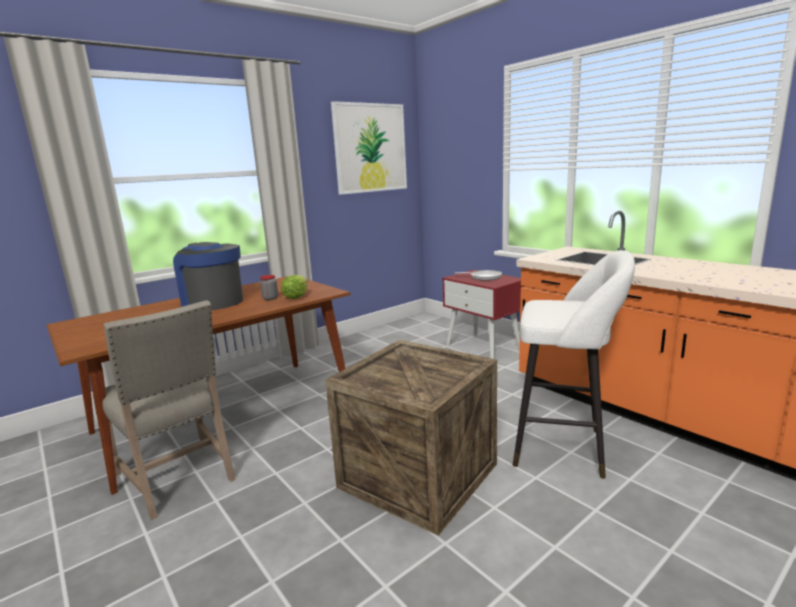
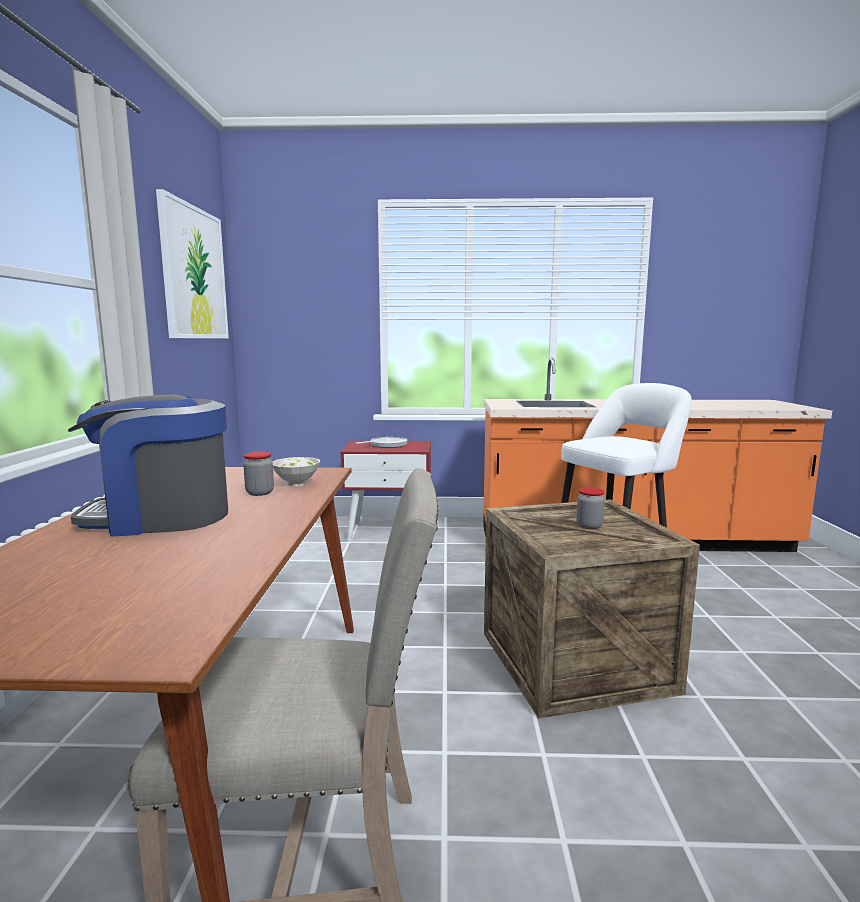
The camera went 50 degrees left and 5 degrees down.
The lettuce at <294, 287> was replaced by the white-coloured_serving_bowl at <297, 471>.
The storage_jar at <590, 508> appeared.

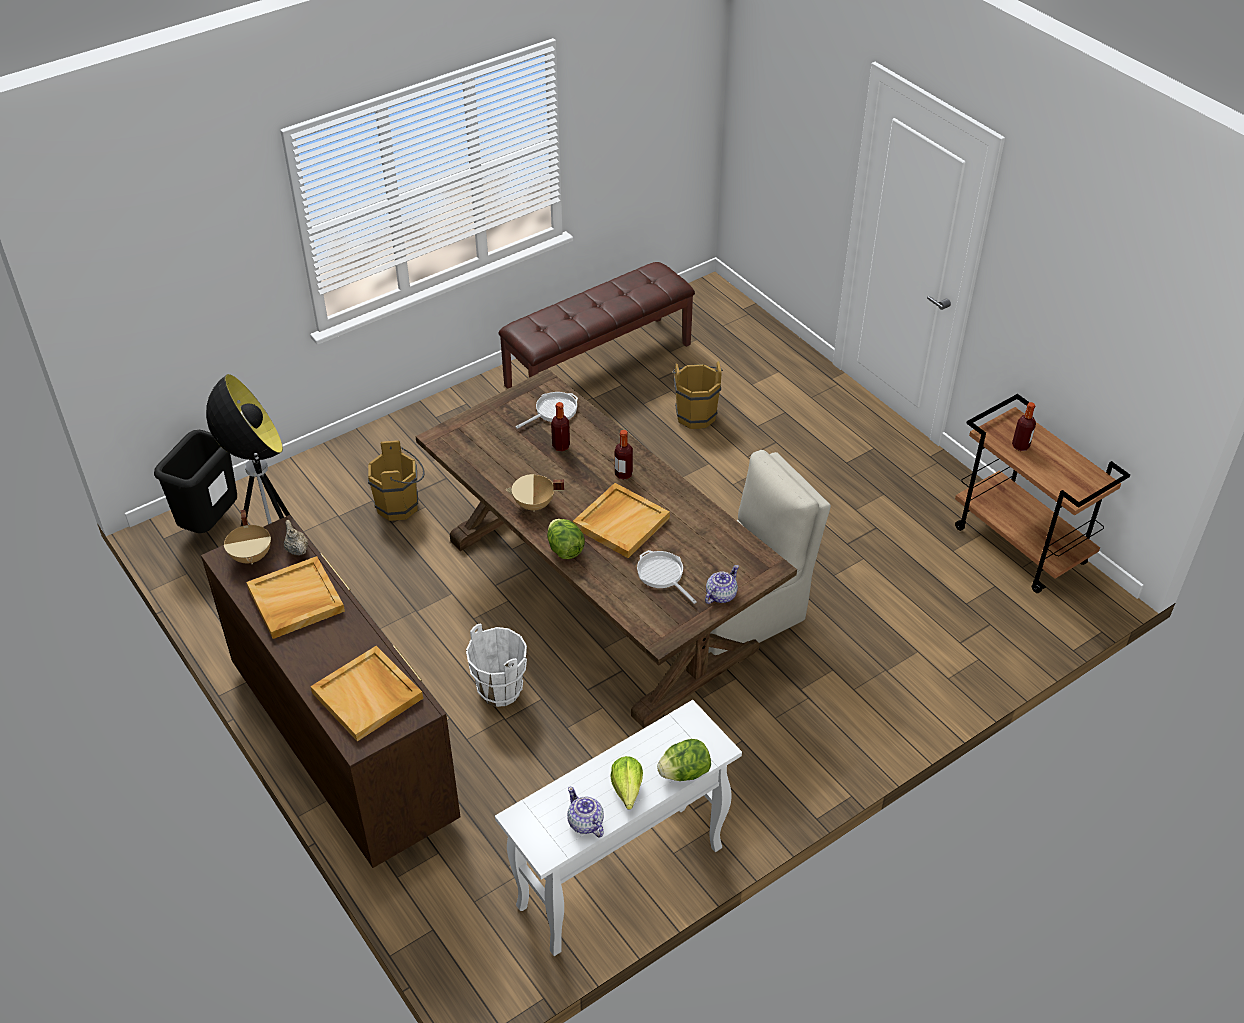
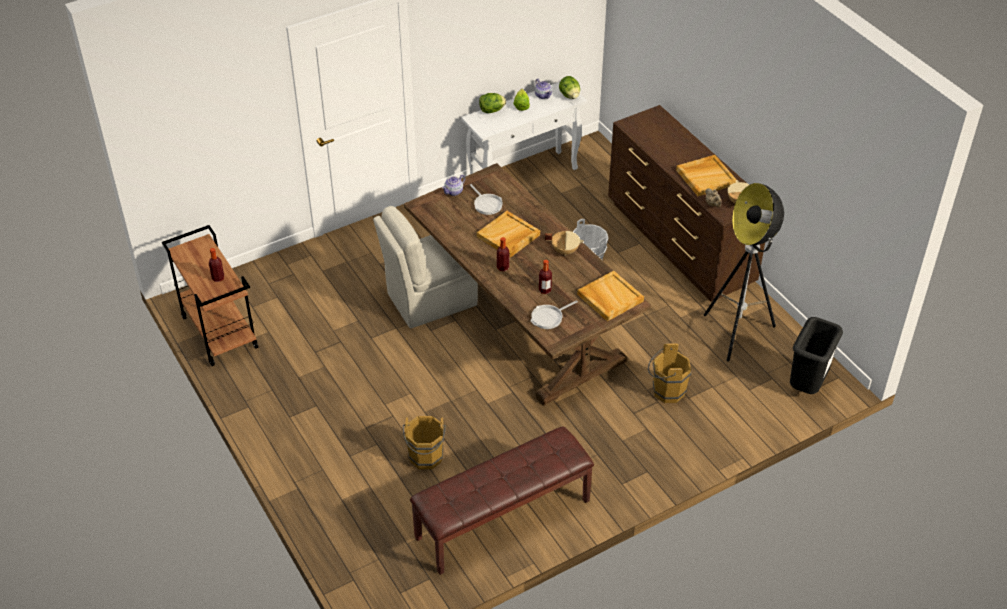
The camera went 175 degrees left and 0 degrees up.
The beige-coloured_carrying_tray moved from <367, 693> to <610, 296>.
The lettuce moved from <566, 539> to <569, 87>.

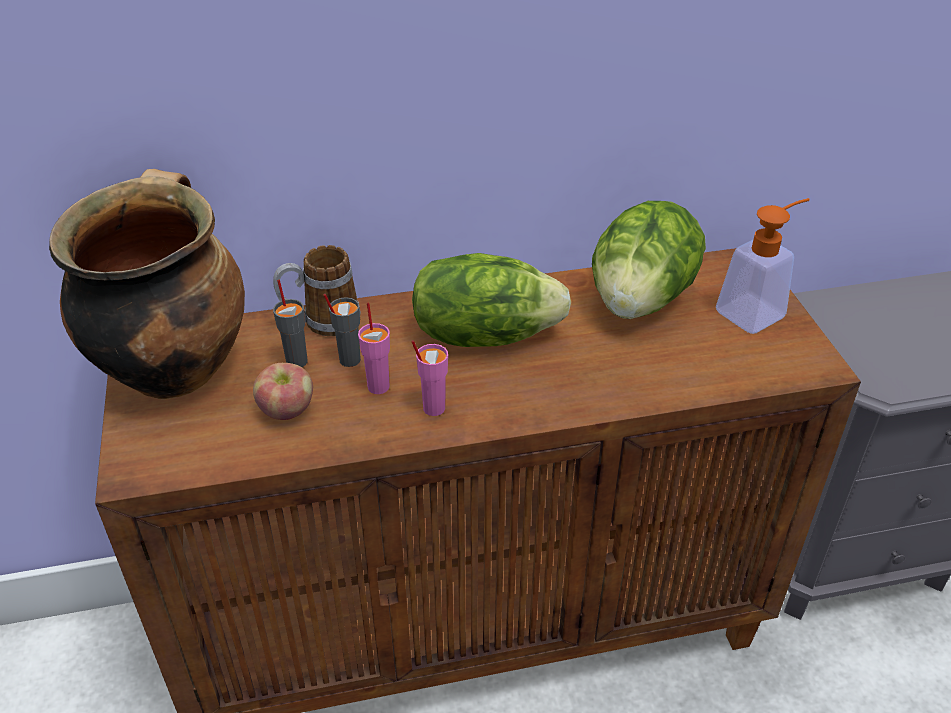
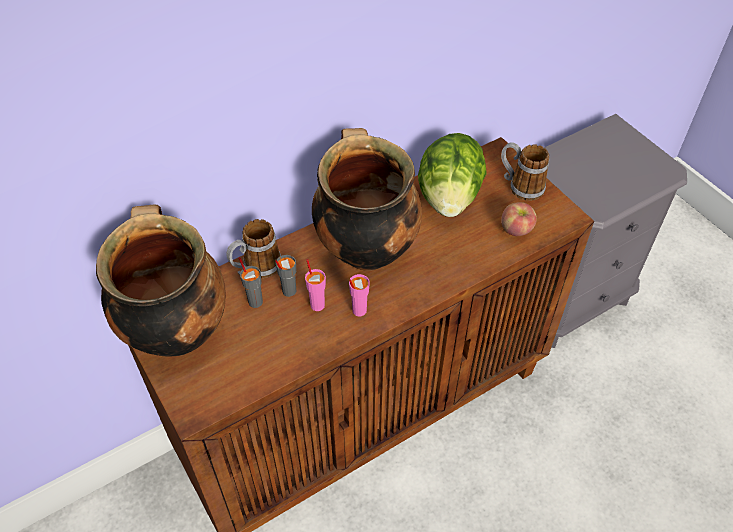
The camera went 20 degrees left and 10 degrees up.
The apple_fruit moved from <283, 391> to <519, 219>.
The lettuce at <491, 300> was replaced by the cooking_pot at <367, 199>.
The soap_dispenser at <763, 266> was replaced by the coffee_mug at <525, 171>.

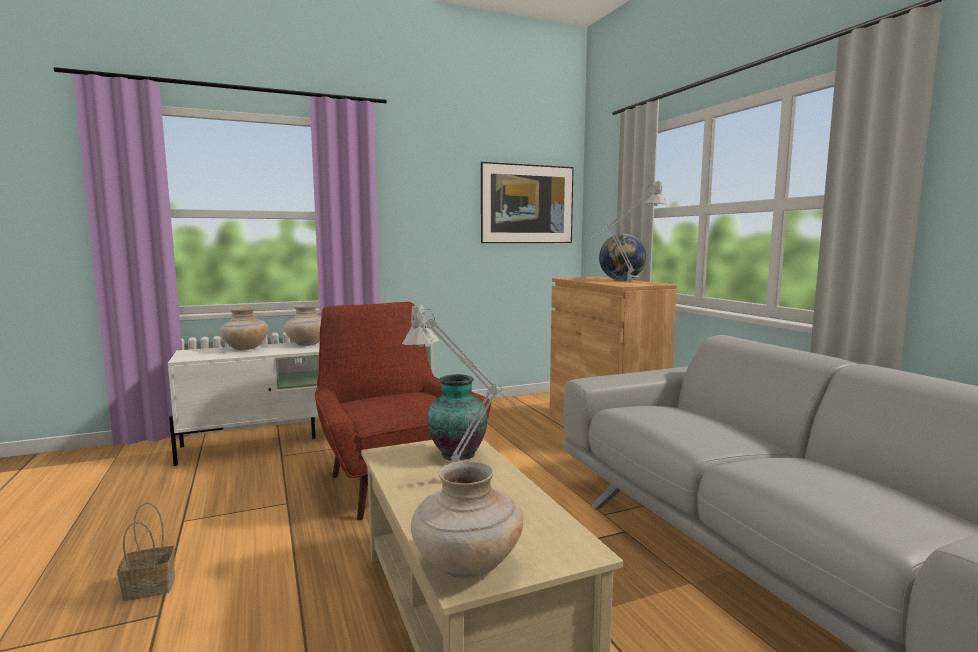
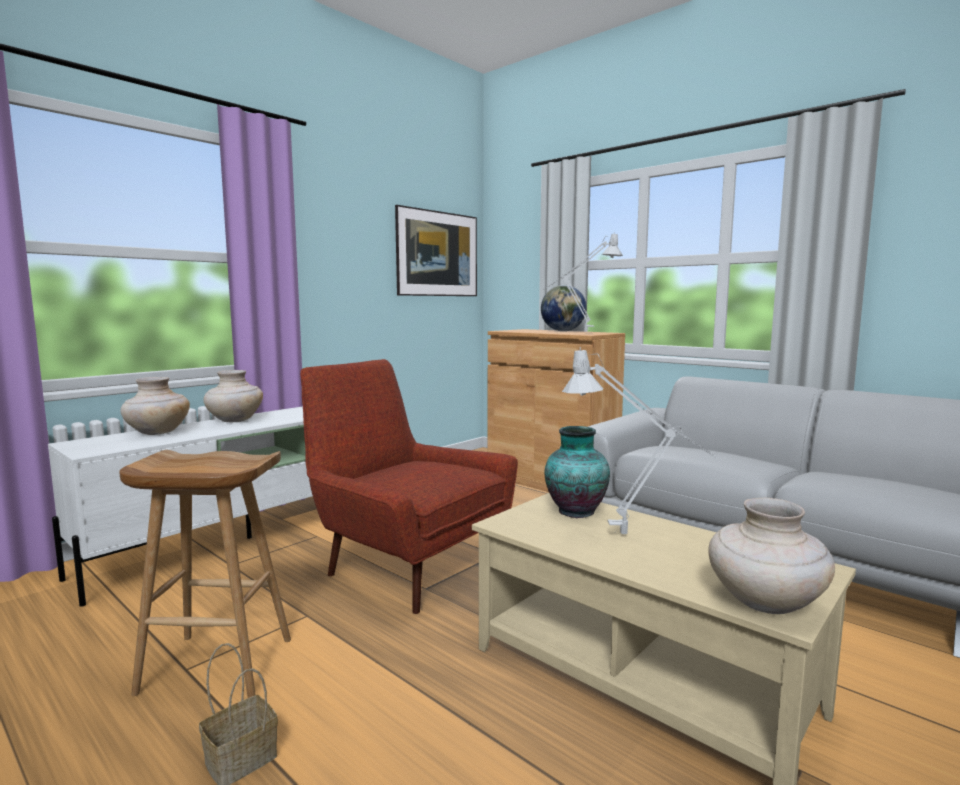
The camera went 25 degrees left and 0 degrees up.
The brown_stool_seat at <205, 574> appeared.

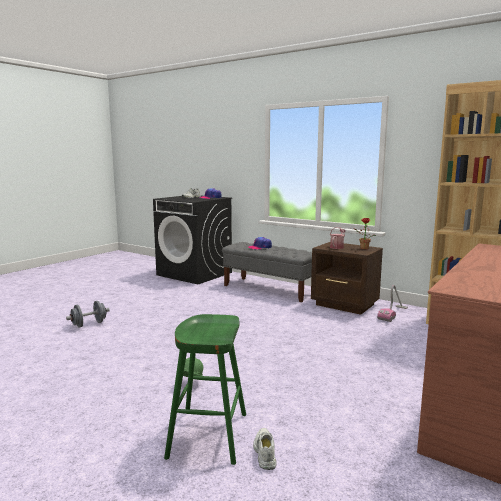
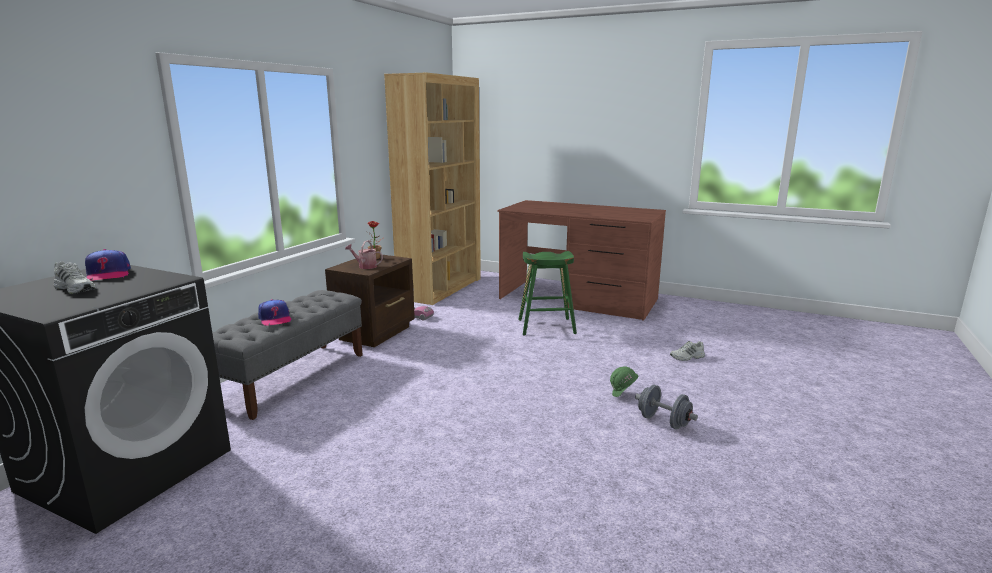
The camera went 100 degrees left and 5 degrees up.
The gray_dumbbell moved from <88, 314> to <666, 407>.
The green-coloured_stool_seat moved from <205, 389> to <547, 293>.

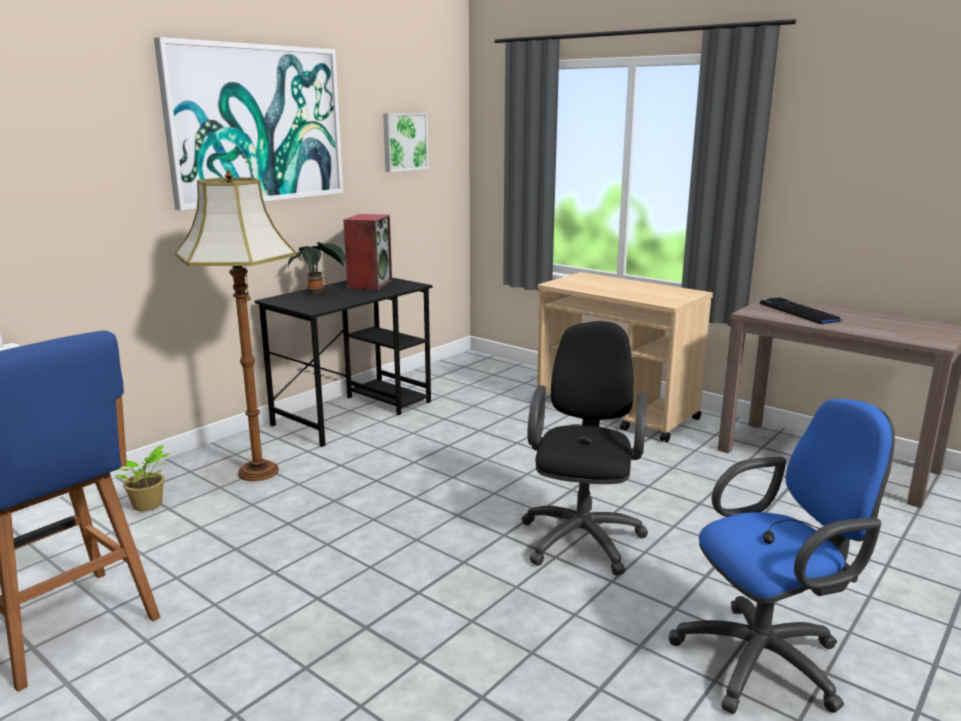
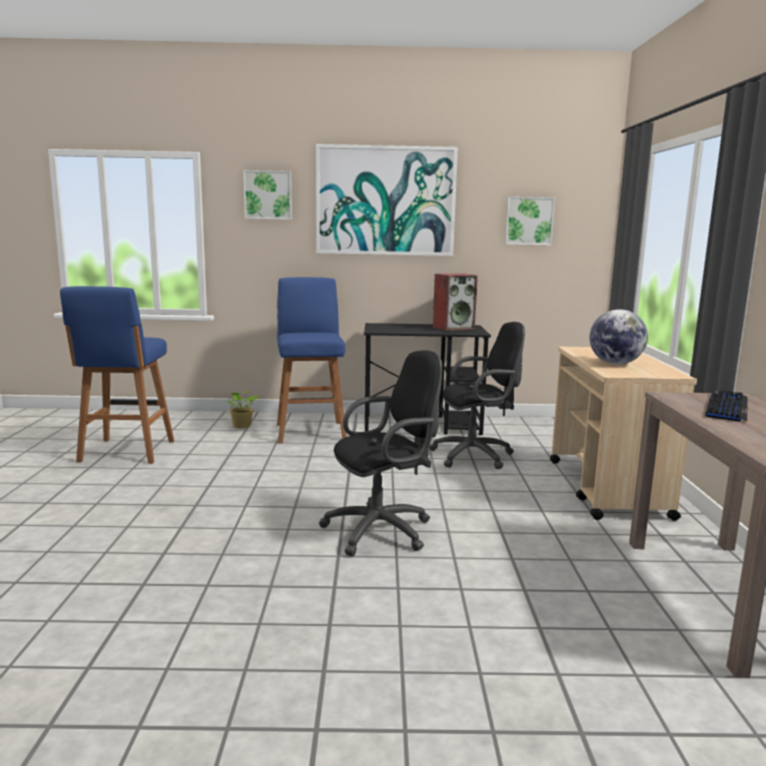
The camera went 50 degrees right and 5 degrees down.
The standing_lamp at <235, 325> was replaced by the blue-coloured_stool_seat at <312, 360>.
The plant_in_a_pot at <316, 268> disappeared.
The blue-coloured_office_chair at <781, 556> disappeared.
The wall_picture at <267, 195> appeared.
The blackish_office_chair at <477, 395> appeared.
The globe at <618, 337> appeared.

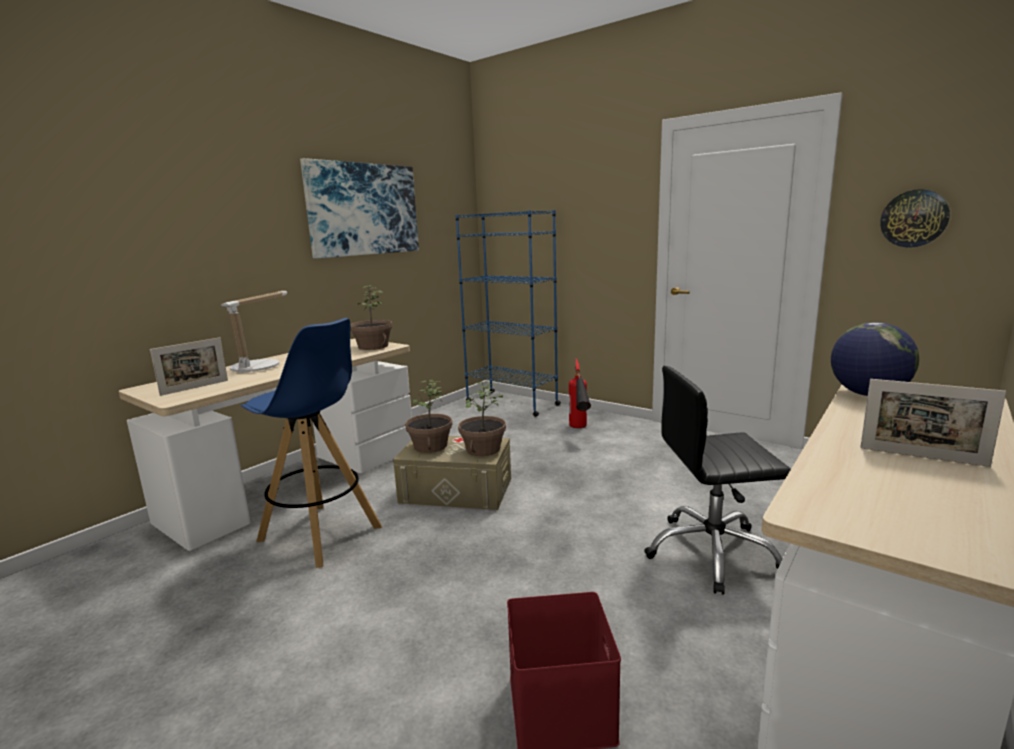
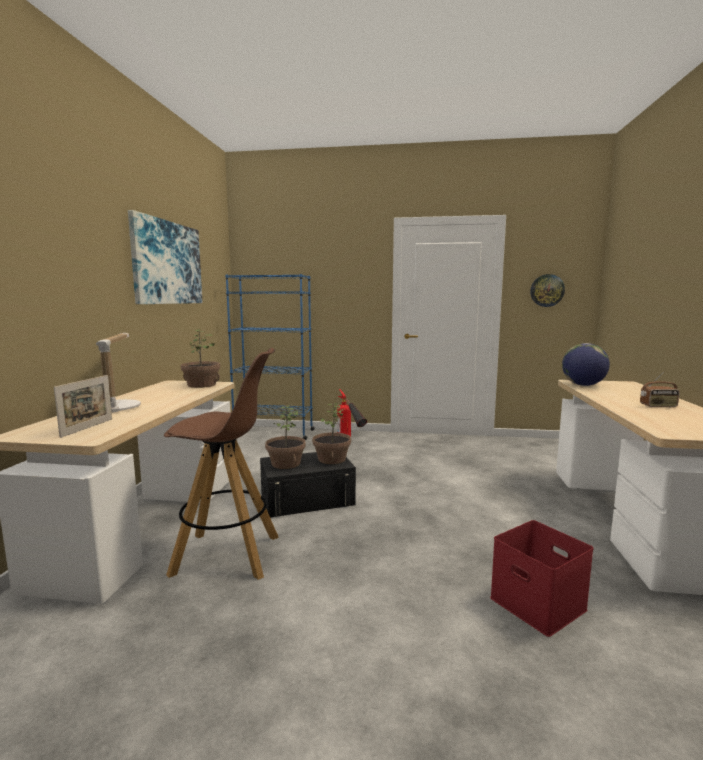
The camera went 30 degrees left and 5 degrees down.
The blue-coloured_stool_seat at <311, 443> became the brown_stool_seat at <221, 464>.
The beige-coloured_storage_box at <452, 473> became the blackish_storage_box at <308, 484>.
The blackish_office_chair at <717, 480> disappeared.
The picture_frame at <933, 423> was replaced by the radio_receiver at <660, 389>.

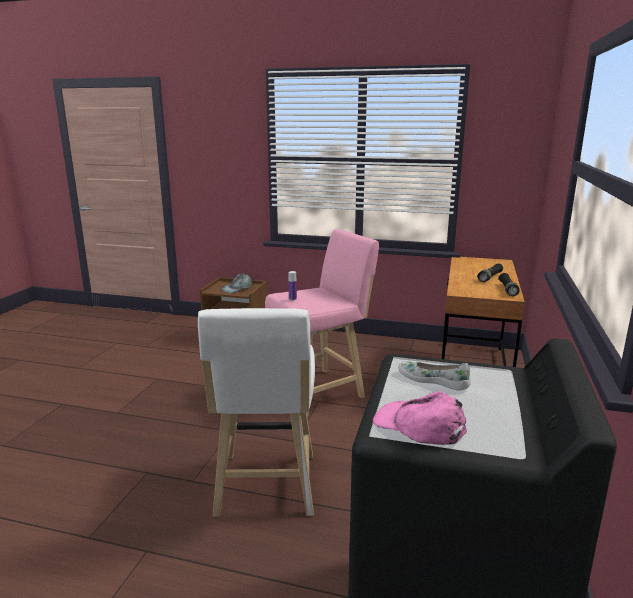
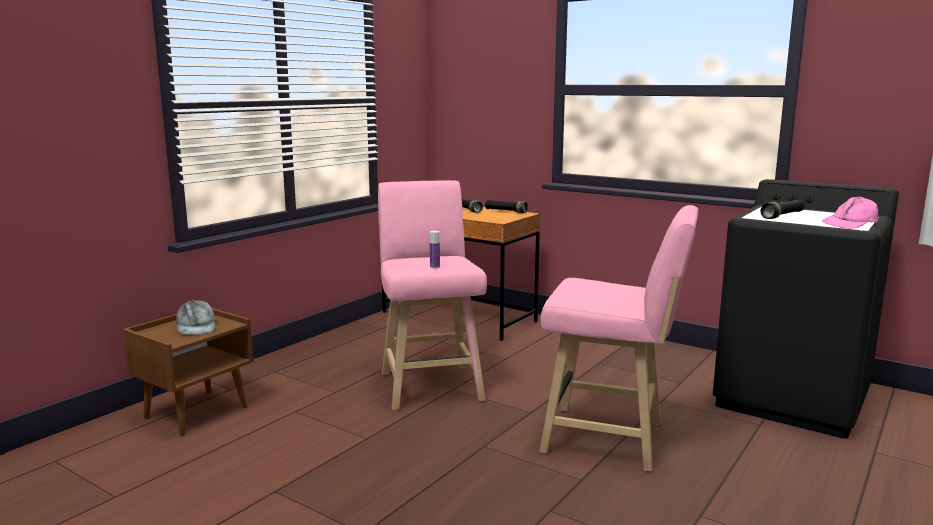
The camera went 70 degrees left and 5 degrees down.
The white-coloured_stool_seat at <256, 412> became the pinkish_stool_seat at <619, 338>.
The white-coloured_shoe at <434, 376> was replaced by the blackish_torch at <783, 209>.

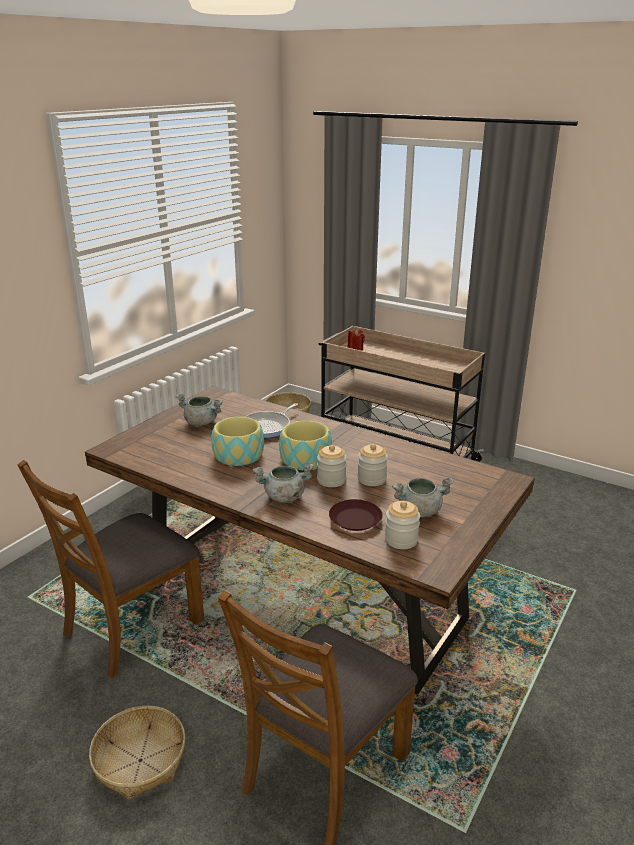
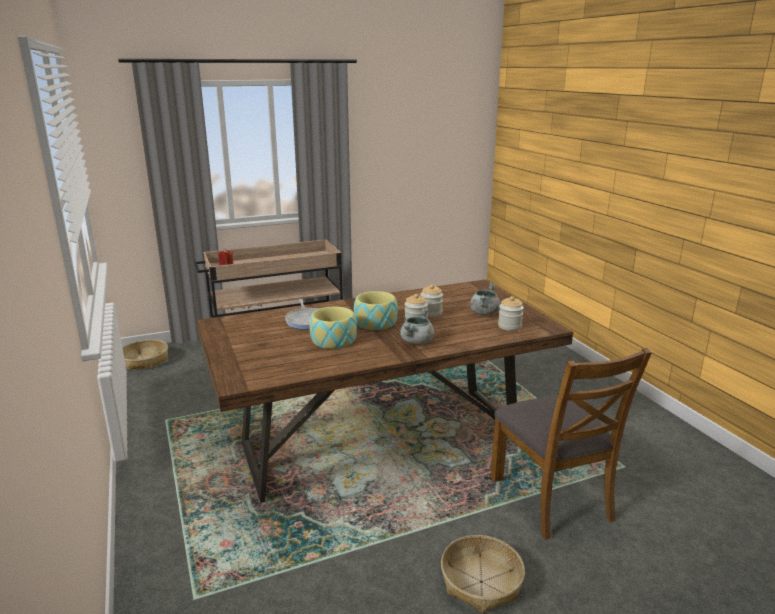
The camera went 55 degrees left and 5 degrees down.
The brown_plain_chair at <111, 569> disappeared.
The gray_cooking_pot at <199, 410> disappeared.
The brown_flat_dish at <356, 515> disappeared.

